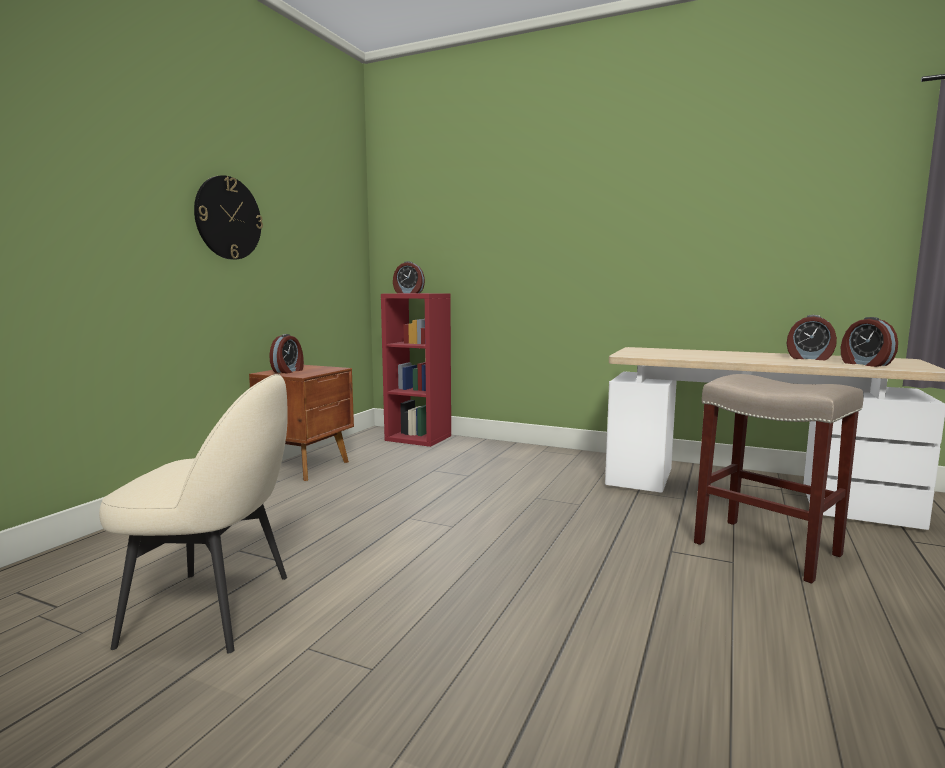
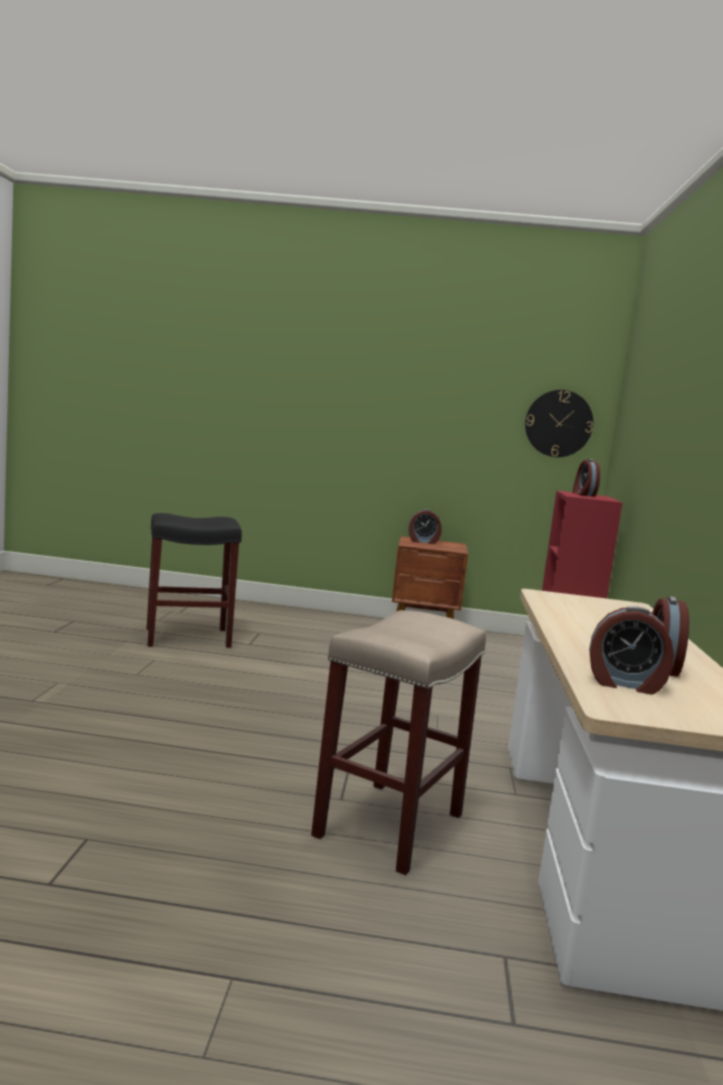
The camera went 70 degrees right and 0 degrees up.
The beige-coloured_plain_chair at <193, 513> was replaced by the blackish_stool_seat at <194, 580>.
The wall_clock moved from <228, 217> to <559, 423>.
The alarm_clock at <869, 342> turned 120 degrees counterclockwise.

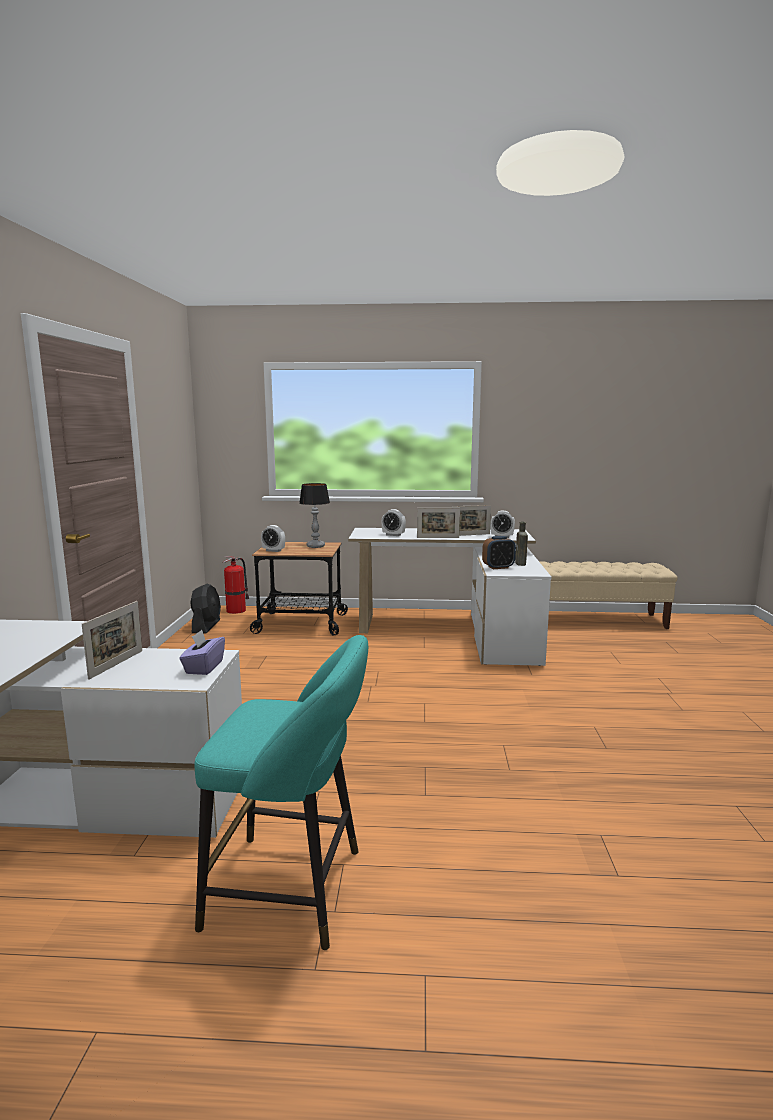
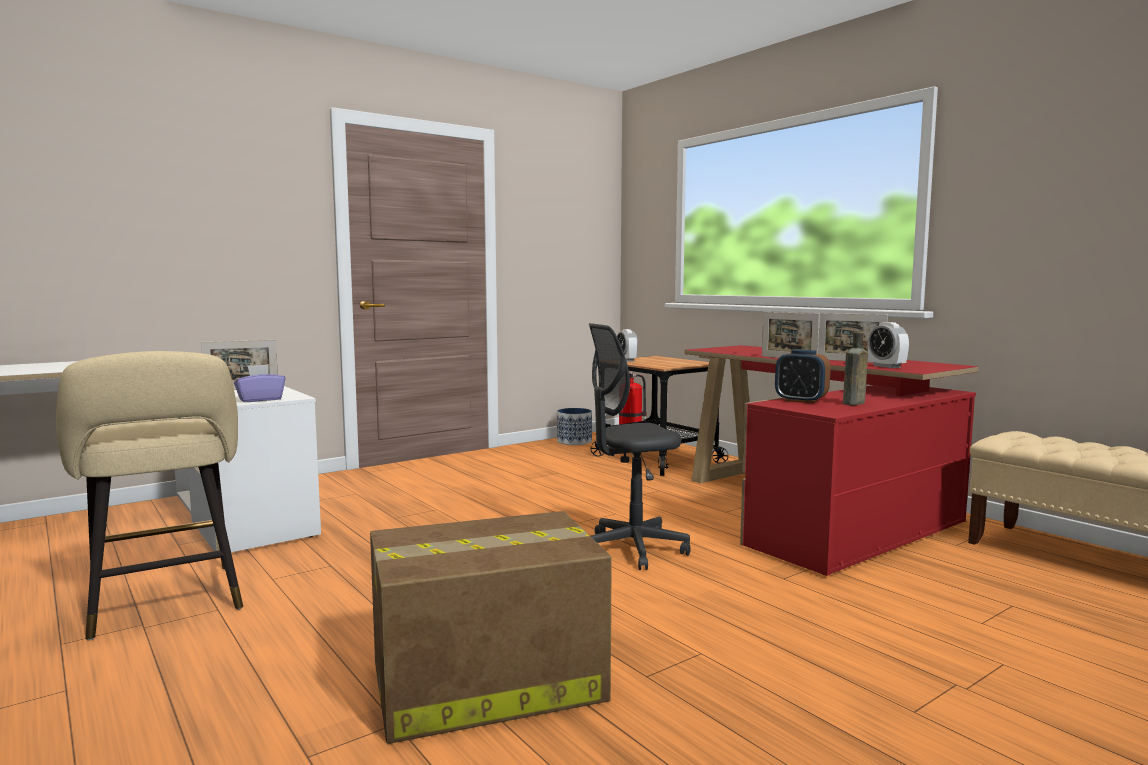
The camera went 50 degrees right and 5 degrees down.
The blackish_electric_fan at <205, 608> was replaced by the plant_pot at <574, 426>.
The turquoise-coloured_stool_seat at <281, 792> became the beige-coloured_stool_seat at <149, 495>.
The table_lamp at <315, 515> disappeared.
The white-coloured_desk at <450, 597> became the red_desk at <831, 460>.
The alarm_clock at <393, 522> disappeared.
The cardboard_box at <491, 627> appeared.
The gray_office_chair at <640, 446> appeared.

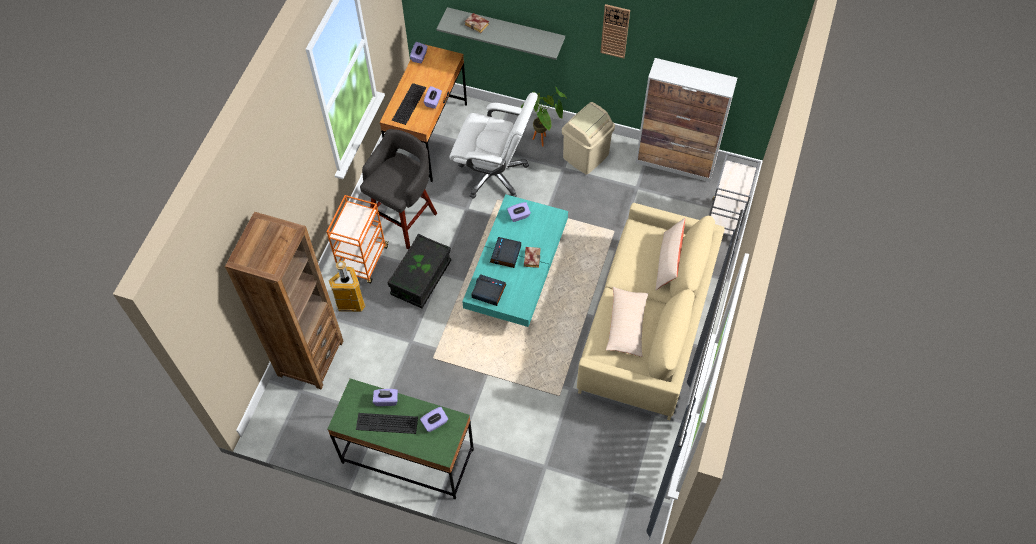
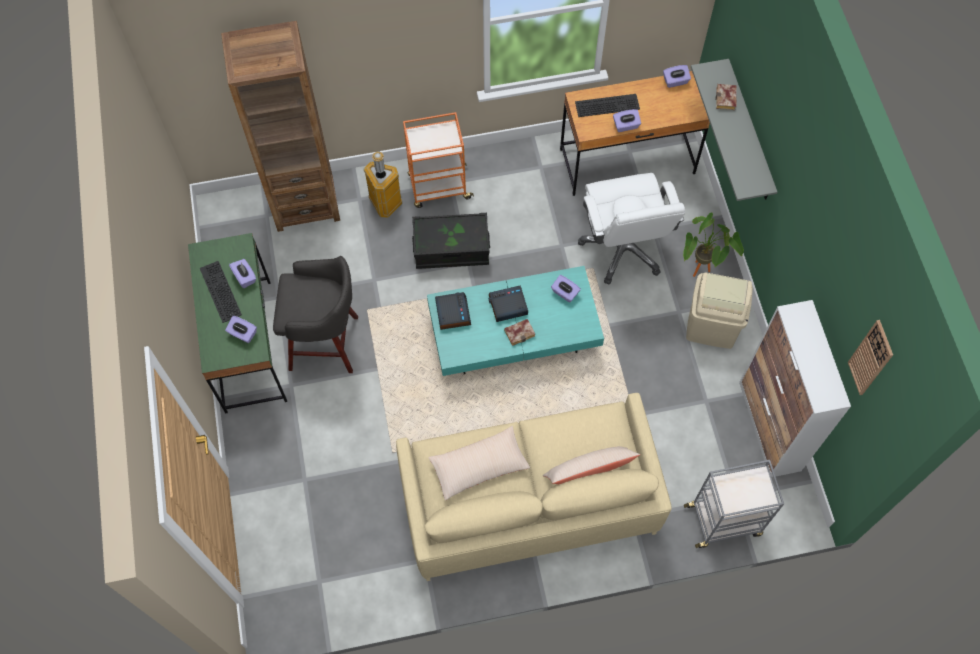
The camera went 60 degrees right and 5 degrees up.
The gray_stool_seat moved from <398, 189> to <315, 314>.
The wall_clock moved from <615, 31> to <870, 357>.

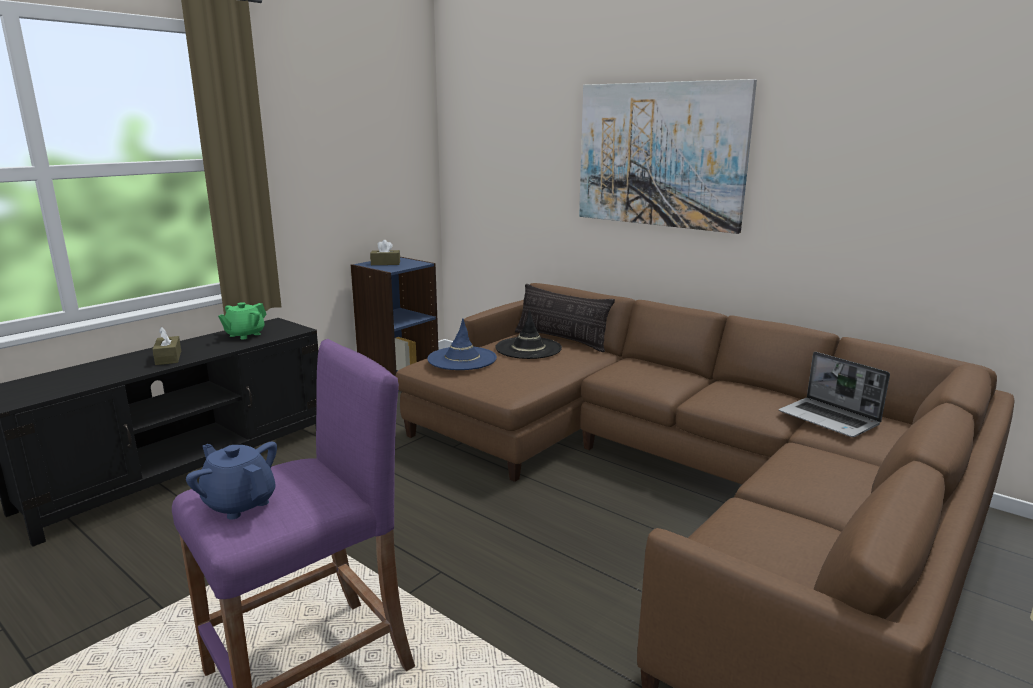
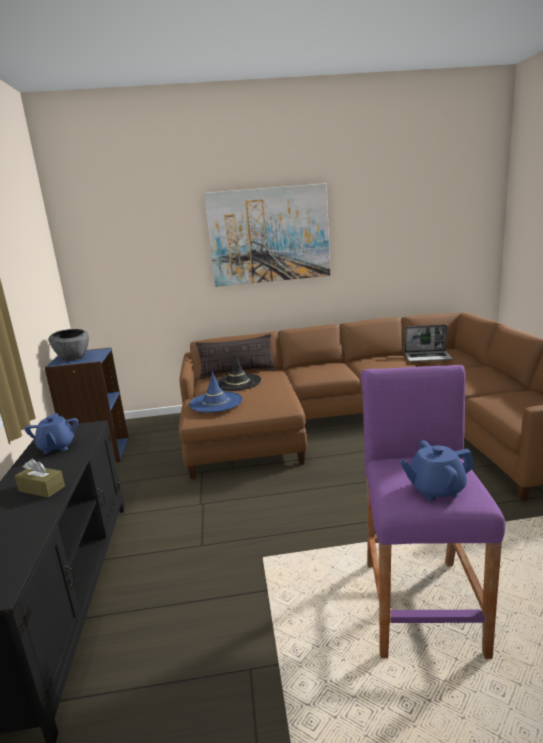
The camera went 45 degrees left and 0 degrees up.
The green-coloured_pot_for_tea at <242, 321> became the blue-coloured_pot_for_tea at <51, 433>.
The brown_tissue_box at <385, 252> was replaced by the serving_bowl at <68, 345>.

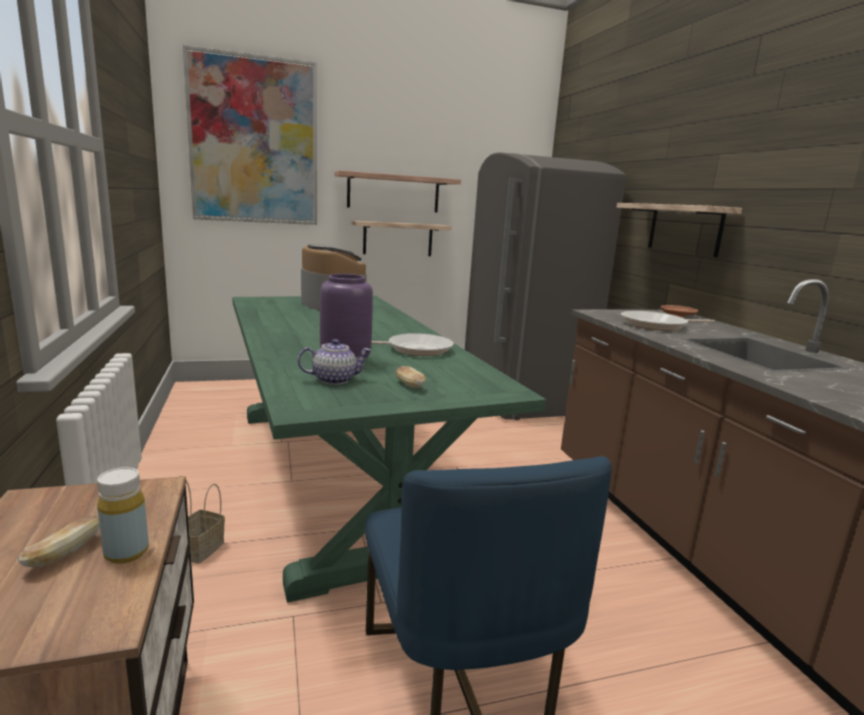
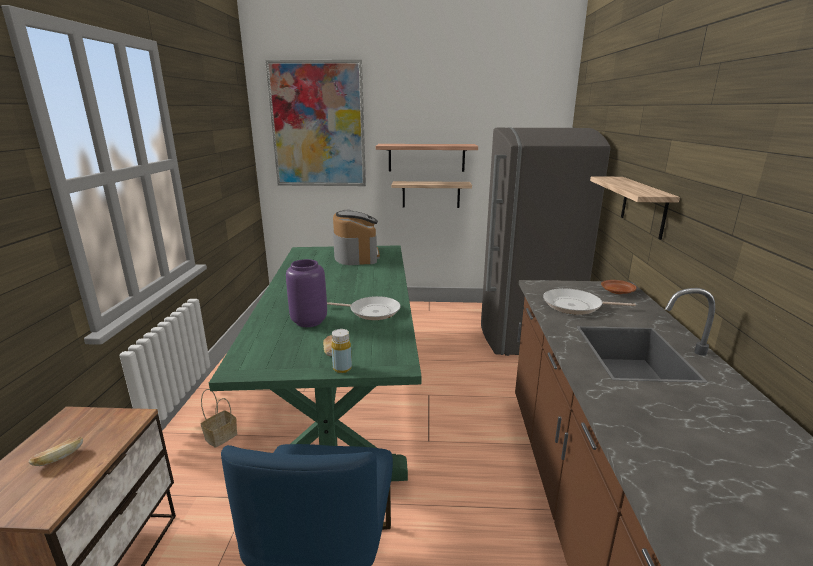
The camera went 20 degrees right and 5 degrees up.
The yellowish_drink_bottle moved from <123, 515> to <341, 351>.
The pot_for_tea at <334, 362> disappeared.

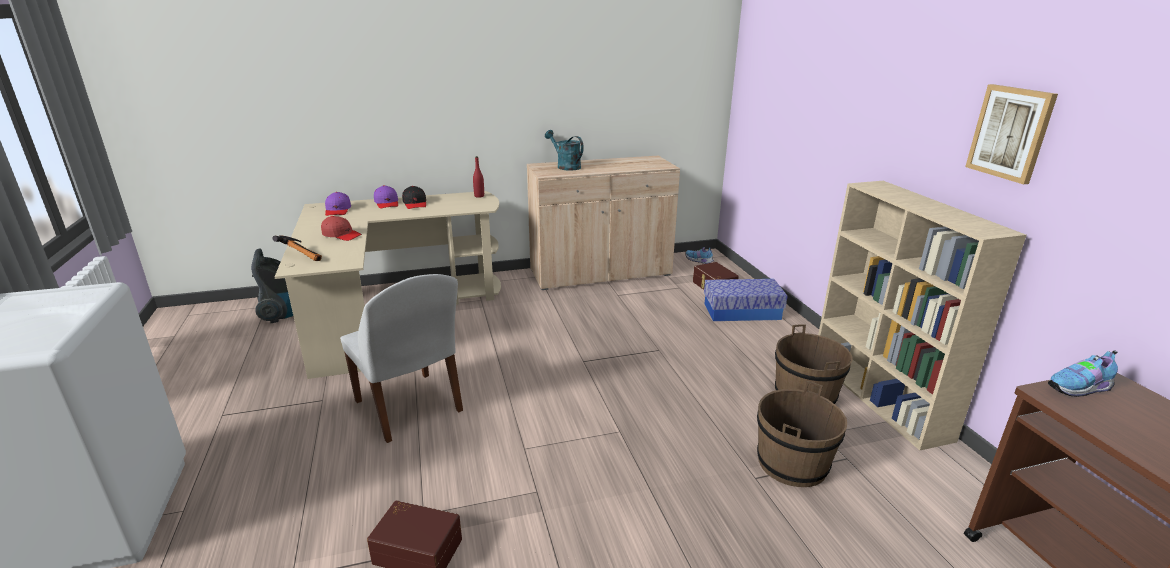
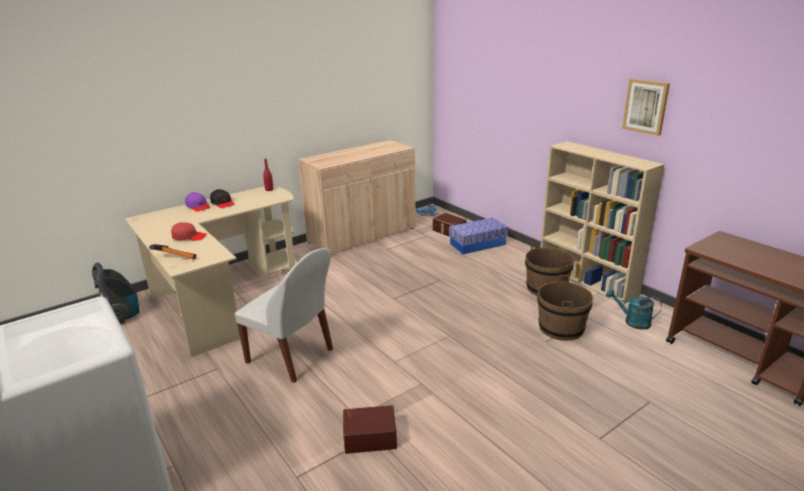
The camera went 20 degrees left and 0 degrees up.
The purplish_baseball_cap at <338, 204> disappeared.
The turquoise-coloured_watering_pot moved from <564, 150> to <634, 309>.
The shoe at <1083, 373> disappeared.

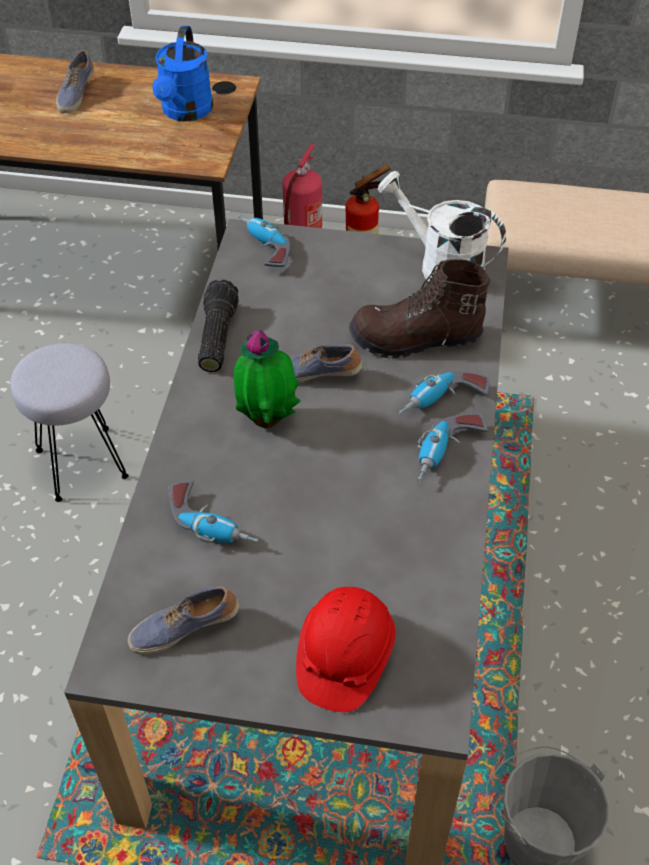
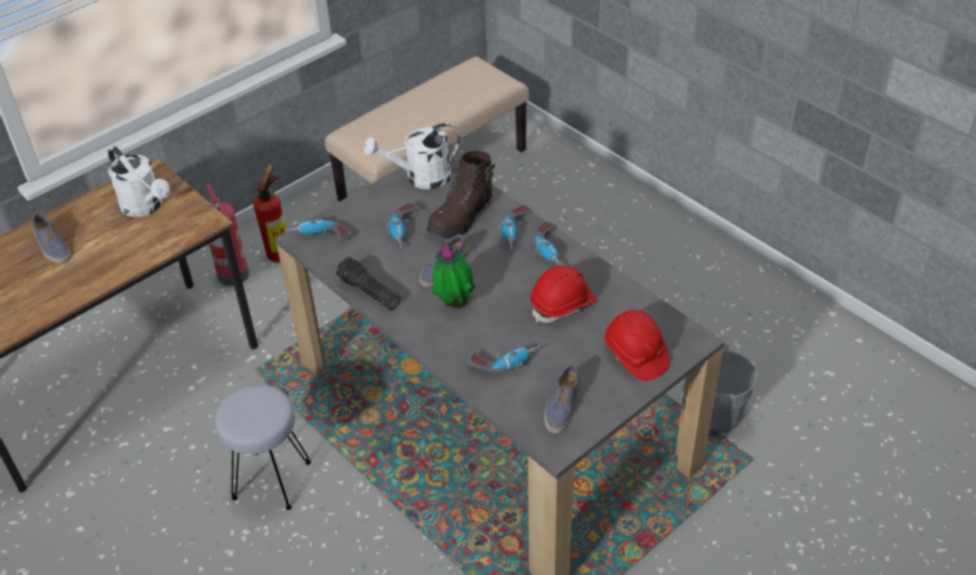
The camera went 50 degrees left and 5 degrees down.
The blue-coloured_watering_pot at <182, 74> became the white-coloured_watering_pot at <139, 181>.
The drill at <403, 225> appeared.
The red_hard_hat at <563, 294> appeared.

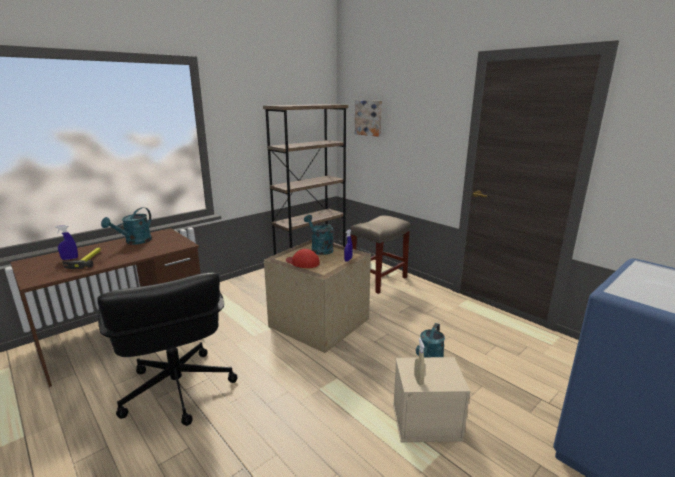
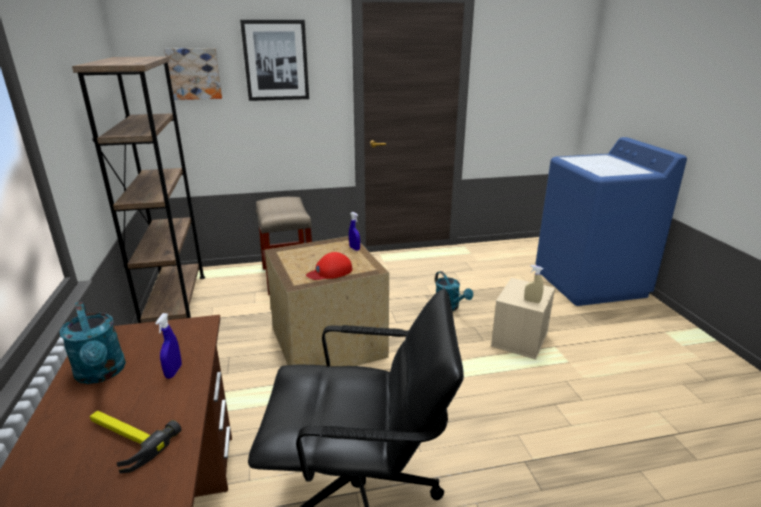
The camera went 60 degrees left and 5 degrees up.
The blue-coloured_spray_bottle moved from <66, 242> to <168, 346>.
The turquoise-coloured_watering_pot at <318, 235> disappeared.
The wall_picture at <274, 60> appeared.

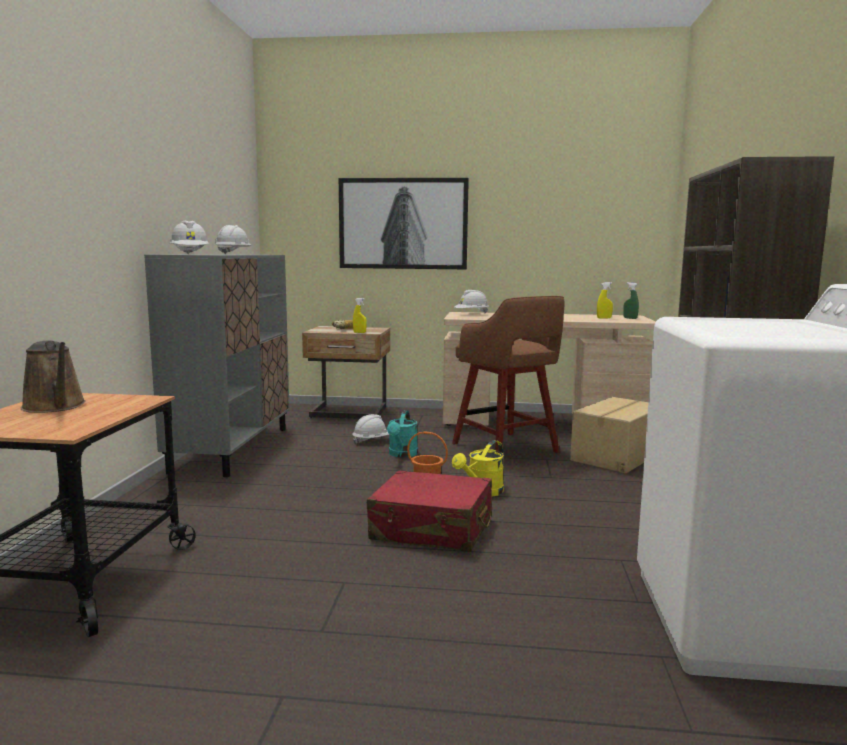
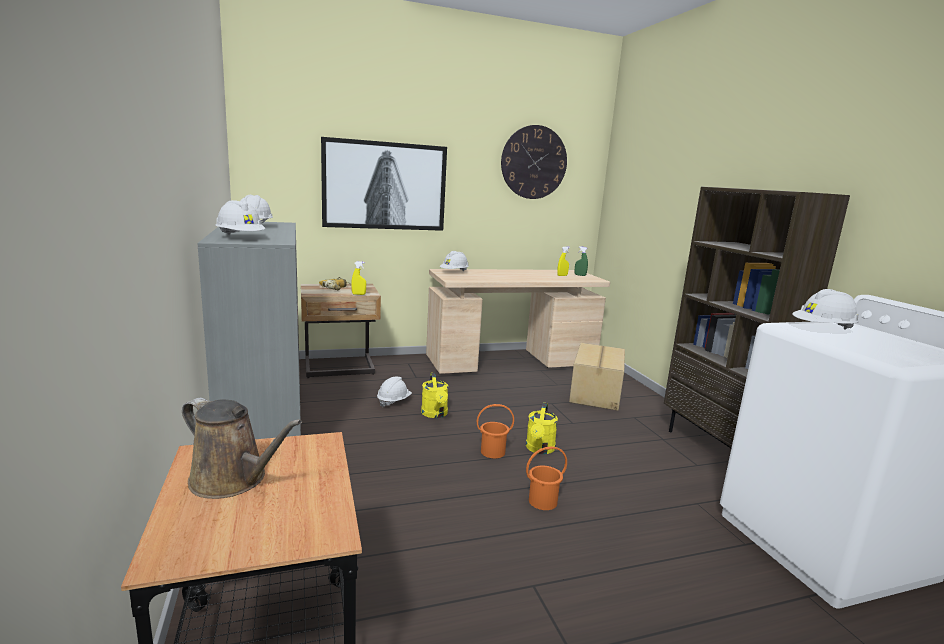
The camera went 25 degrees left and 5 degrees up.
The red_piece_of_luggage at <429, 511> was replaced by the orange_bucket at <546, 478>.
The turquoise-coloured_watering_pot at <402, 433> became the yellowish_watering_pot at <435, 395>.
The brown_stool_seat at <508, 374> disappeared.
The wall_clock at <534, 162> appeared.
The white-coloured_hard_hat at <825, 309> appeared.

